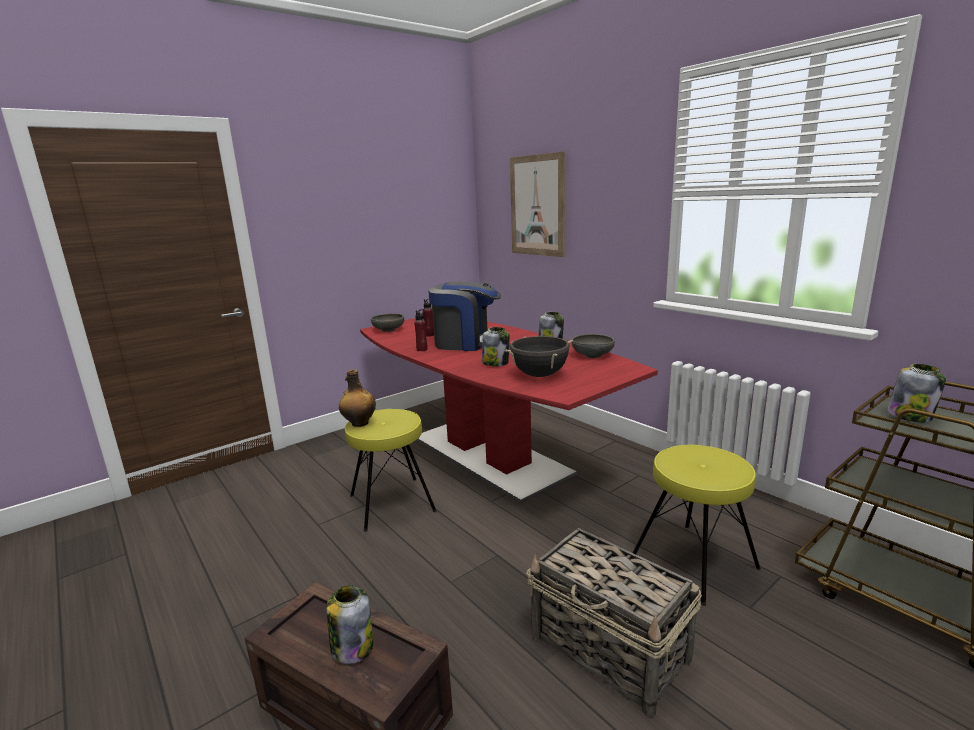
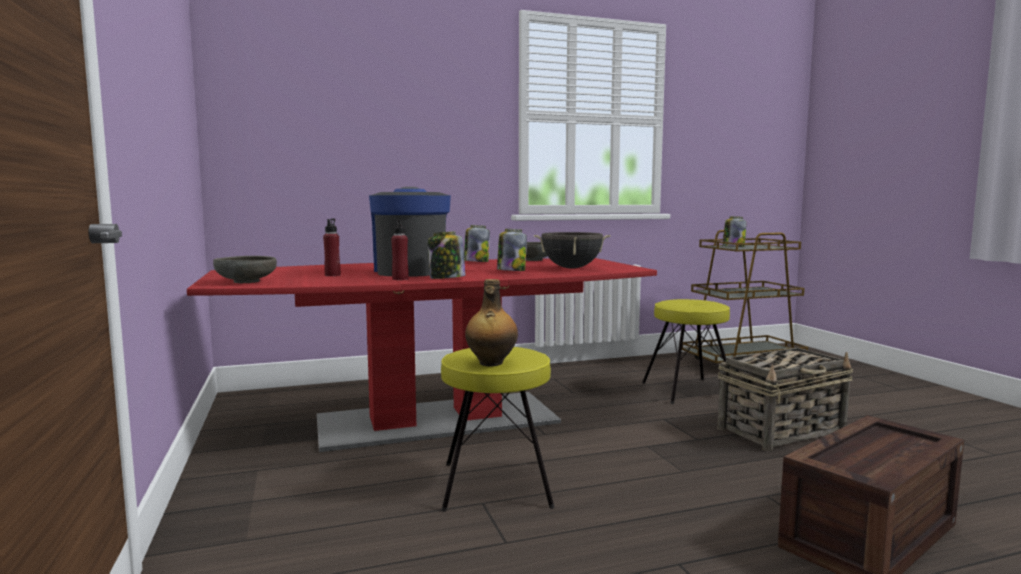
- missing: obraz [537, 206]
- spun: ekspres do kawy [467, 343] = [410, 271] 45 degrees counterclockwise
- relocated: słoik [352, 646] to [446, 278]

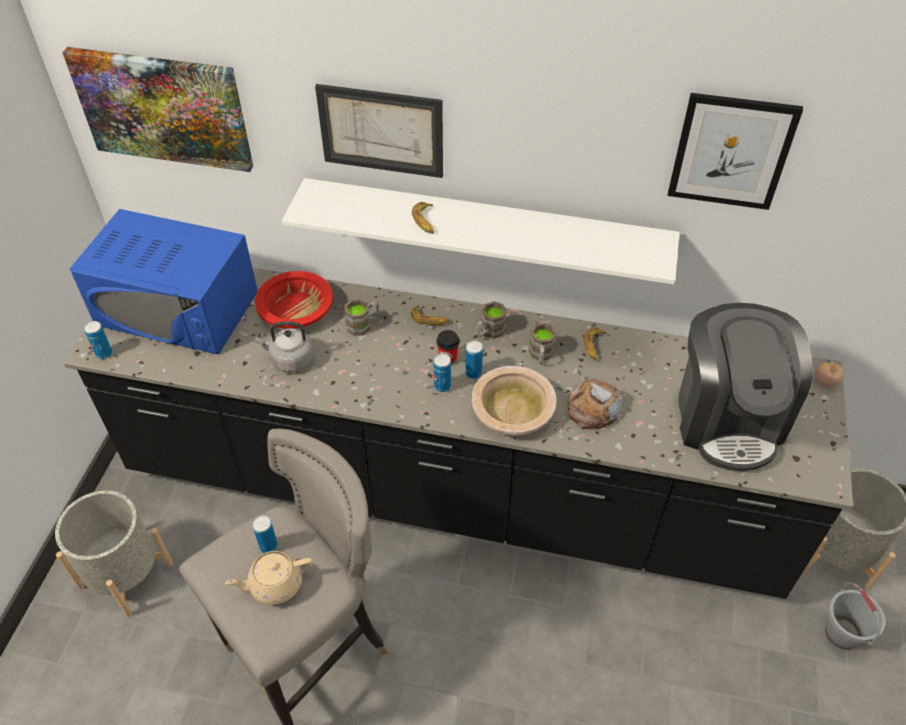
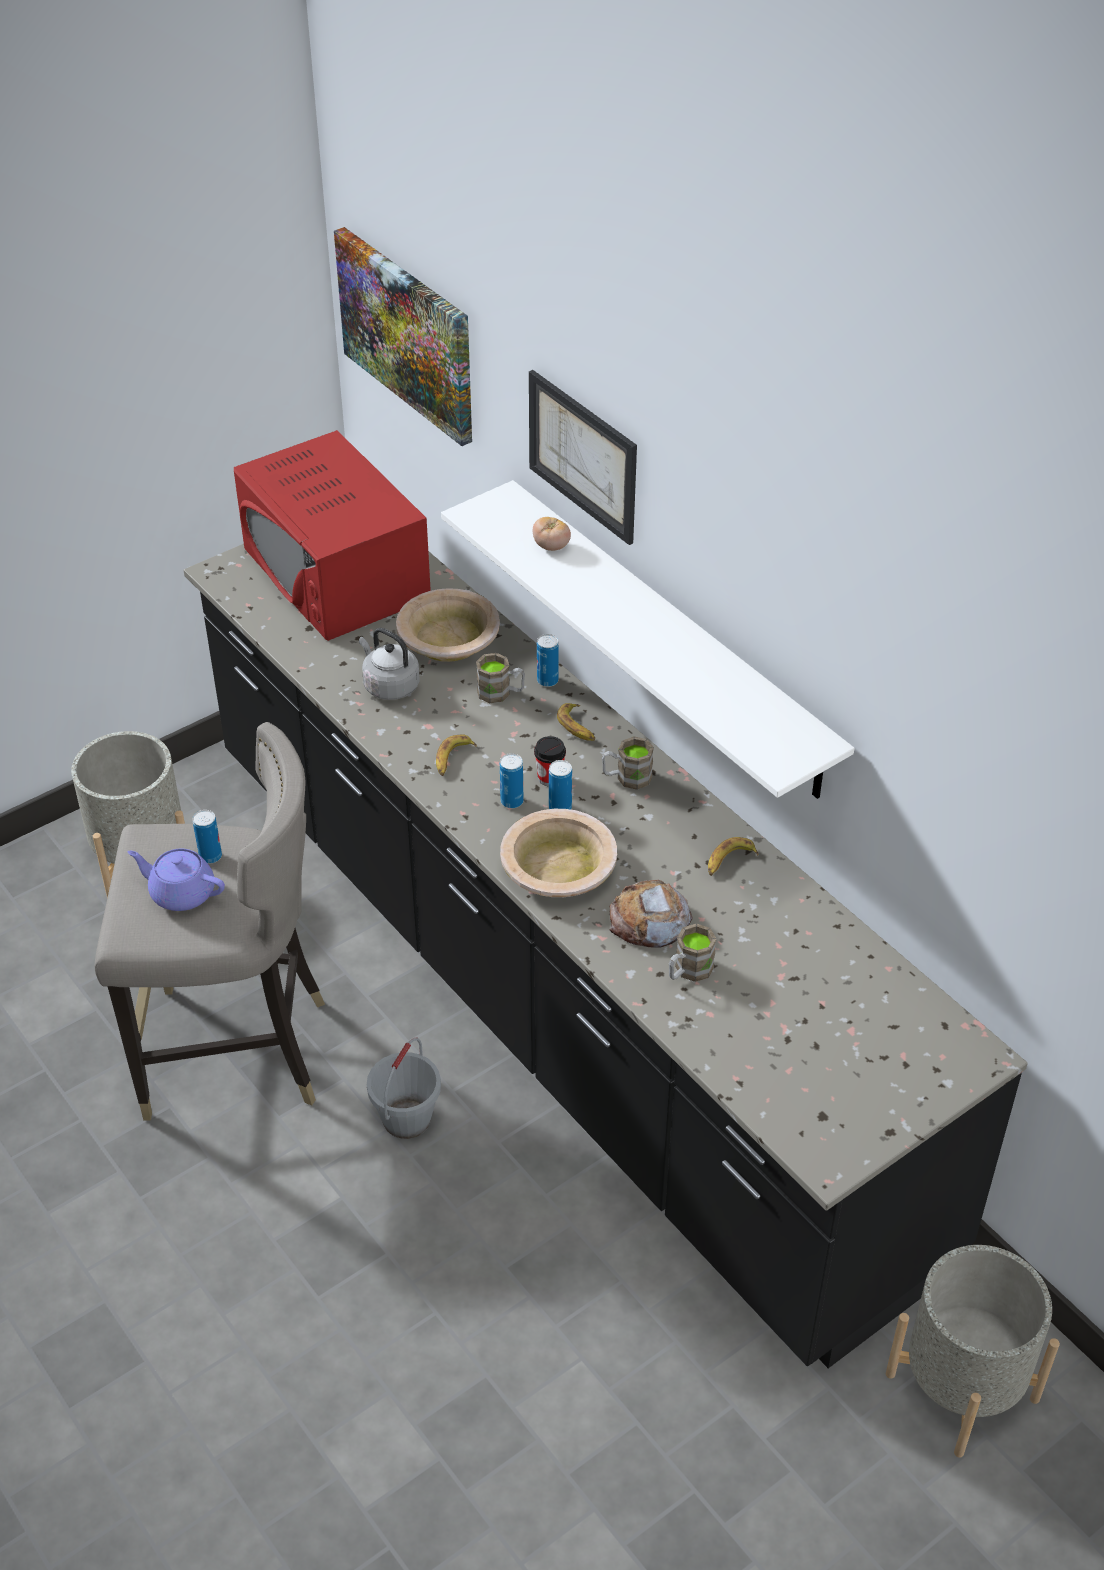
- missing: obraz [731, 151]
- relocated: banan [425, 221] to [452, 759]
- colour: mikrofalówka (niebieski) [177, 308] to mikrofalówka (czerwony) [336, 573]
- colour: miska (czerwony) [296, 310] to miska (beżowy) [448, 639]
- missing: ekspres do kawy [727, 418]
- relocated: puszka [104, 353] to [547, 680]
- relocated: kubek (brązowy) [541, 355] to [688, 971]
- relocated: pomidor [825, 382] to [551, 546]
- colour: imbryk (beżowy) [274, 584] to imbryk (fioletowy) [181, 893]
- relocated: wiadro (szary) [842, 633] to [406, 1118]

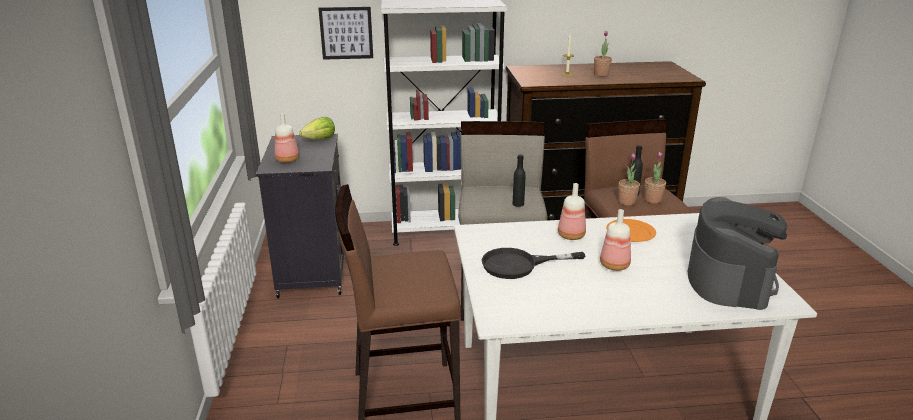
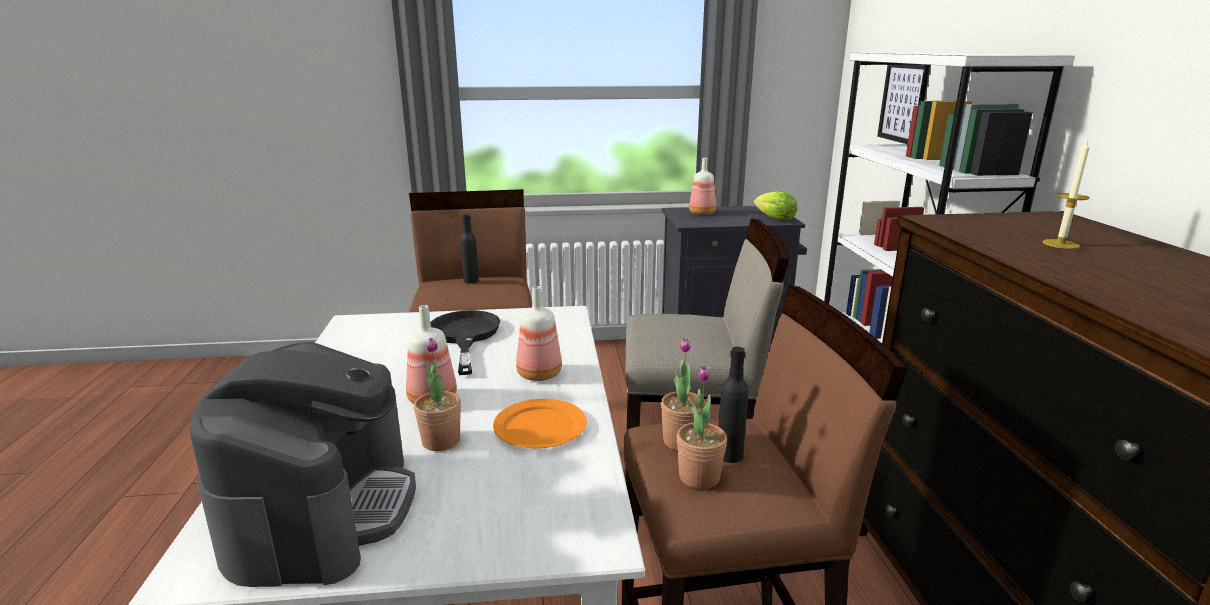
- relocated: roślina doniczkowa [601, 75] to [441, 441]
- relocated: butelka (czarny) [518, 204] to [471, 281]
- spun: ekspres do kawy [729, 280] = [322, 510] 105 degrees counterclockwise

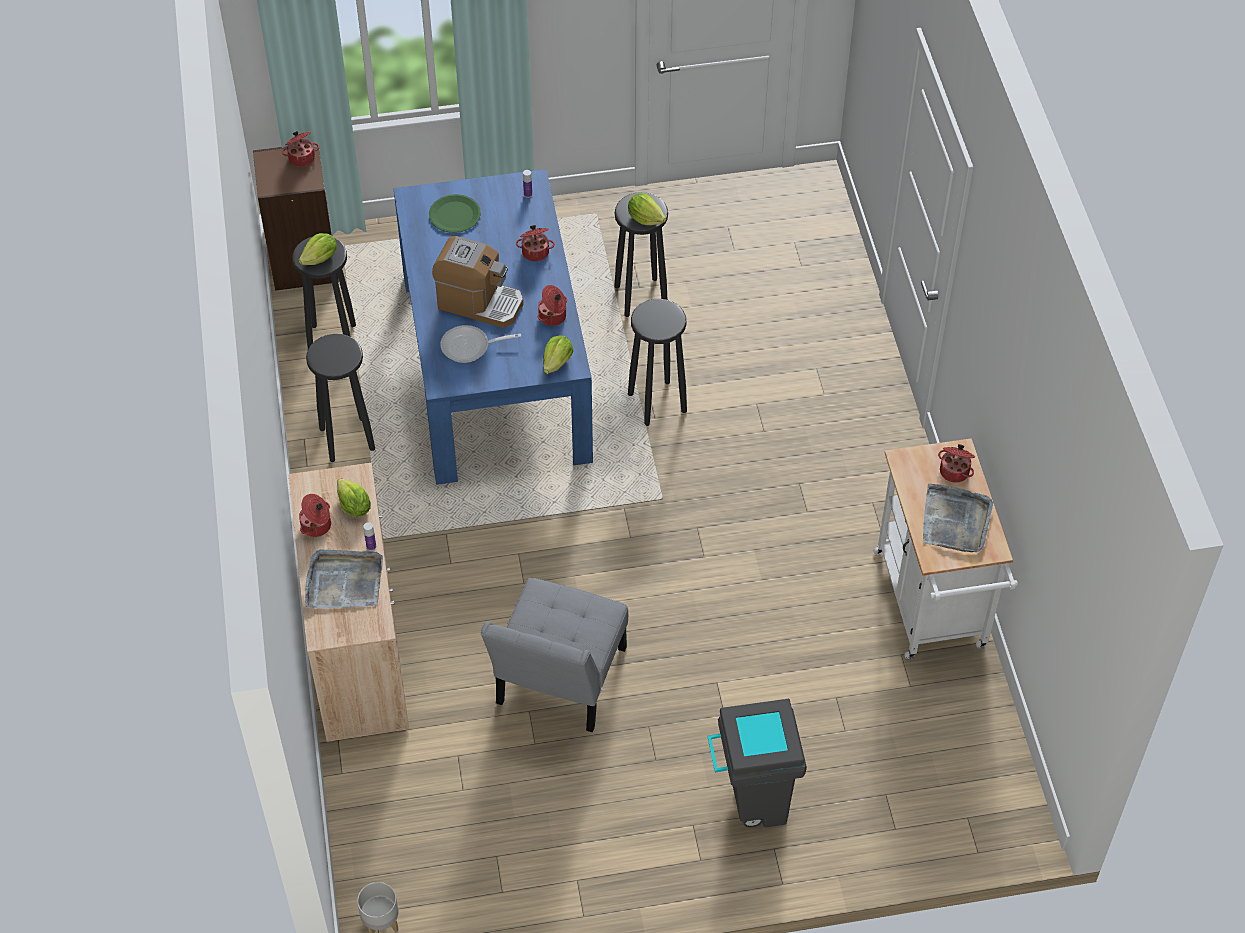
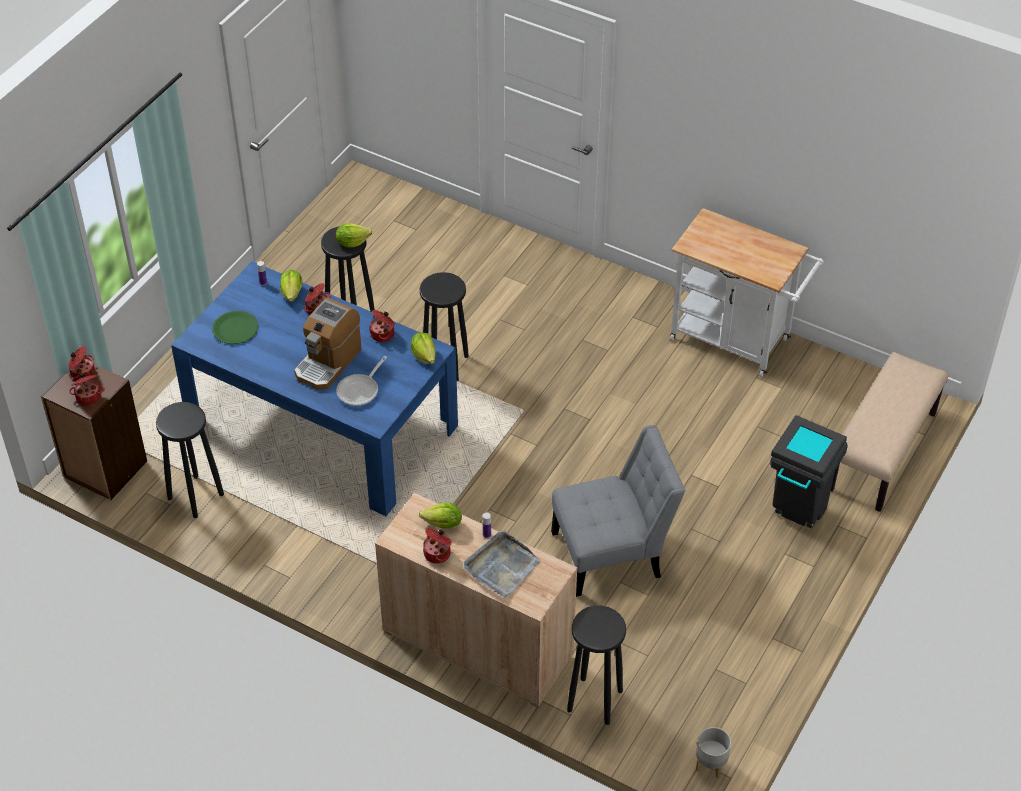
- relocated: sałata [320, 259] to [292, 293]
- spun: ekspres do kawy [480, 302] = [328, 362] 150 degrees clockwise
- relocated: stołek (czarny) [347, 438] to [594, 700]
- relocated: garnek [955, 471] to [88, 397]
- missing: taca (szary) [955, 521]
- spun: krzesło (szary) [558, 682] = [612, 553] 75 degrees counterclockwise
- appeared: ławka (beżowy) [883, 452]

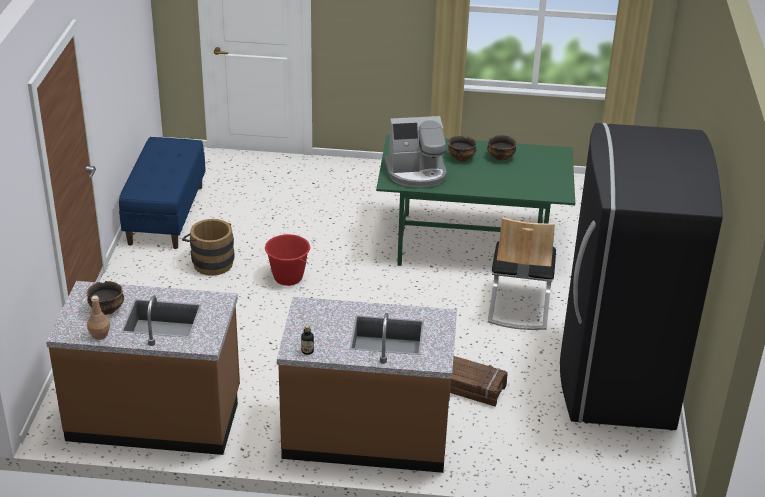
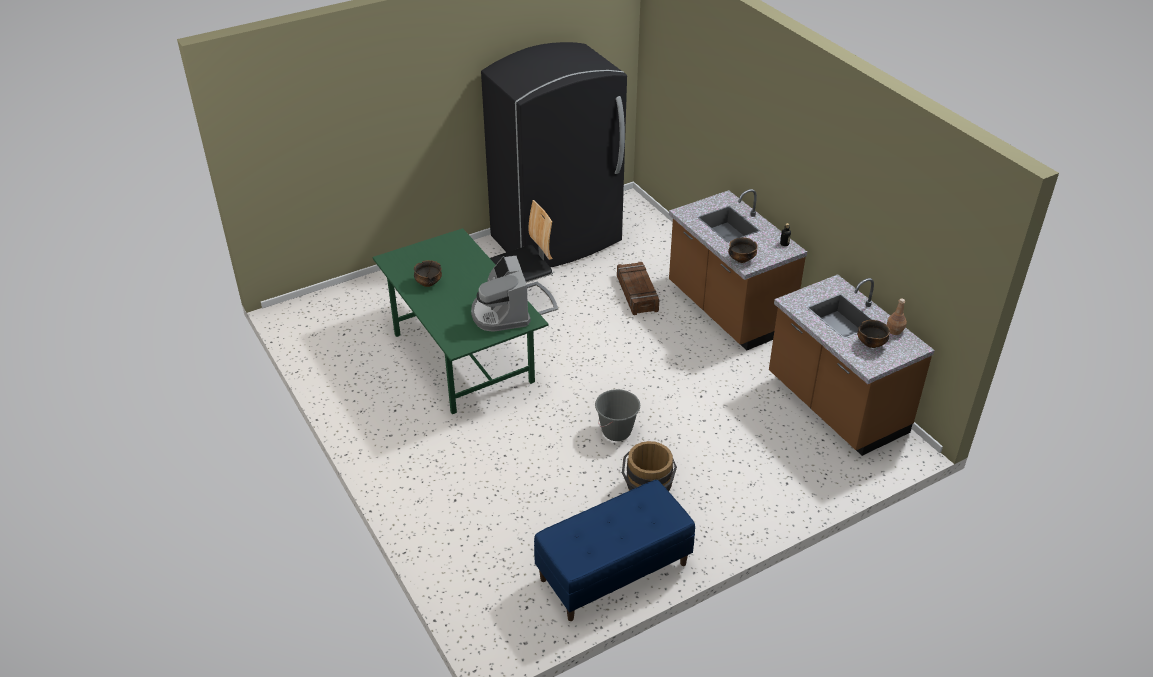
- spun: ekspres do kawy [416, 173] = [500, 314] 150 degrees counterclockwise
- relocated: miska [461, 158] to [741, 259]
- colour: wiadro (czerwony) [288, 277] to wiadro (szary) [617, 432]

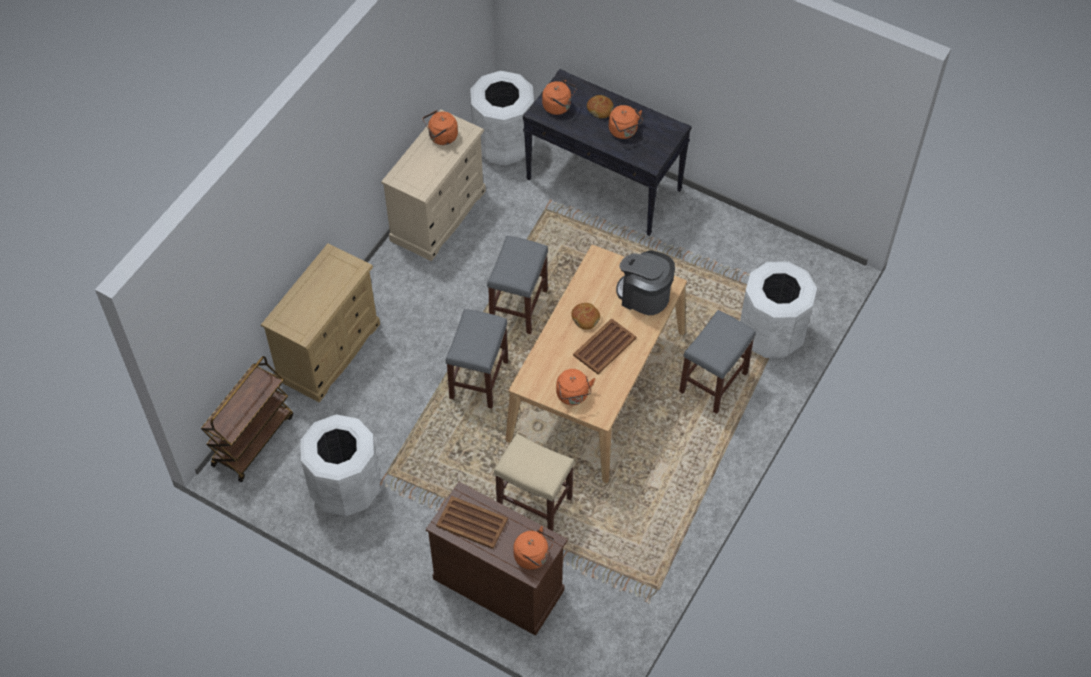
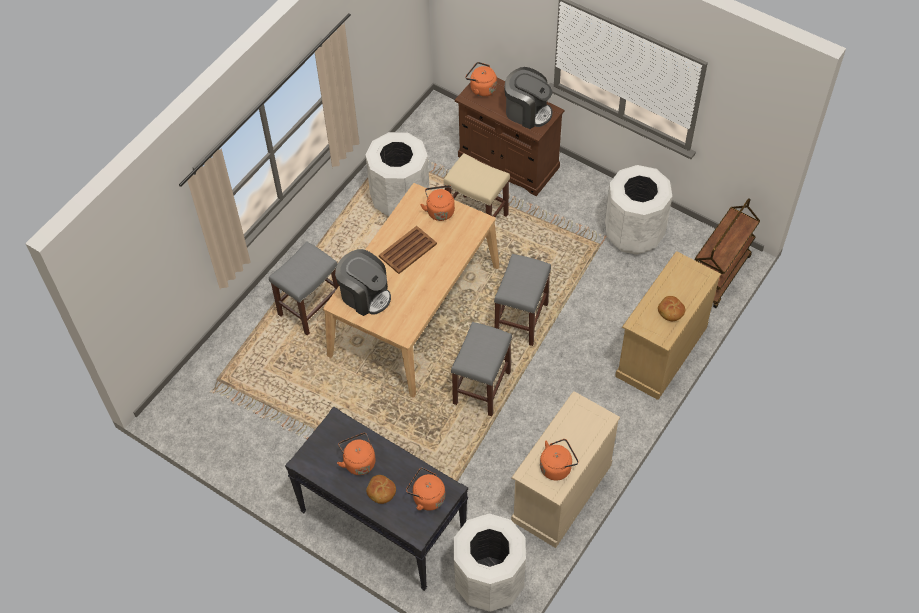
- relocated: kosz na śmieci (biały) [771, 335] to [400, 199]
- relocated: chleb [585, 318] to [670, 311]
- exchanged: taca (brązowy) [472, 523] to ekspres do kawy [527, 112]

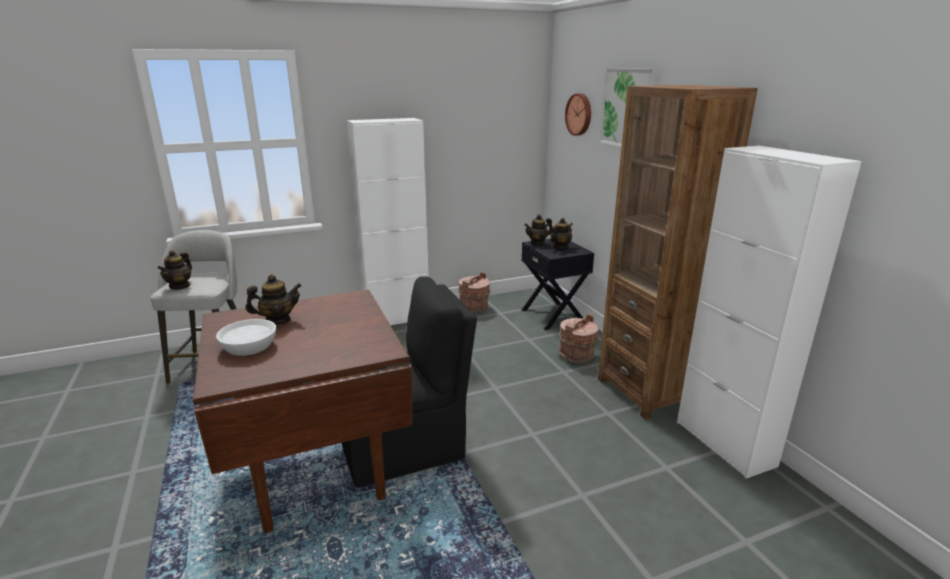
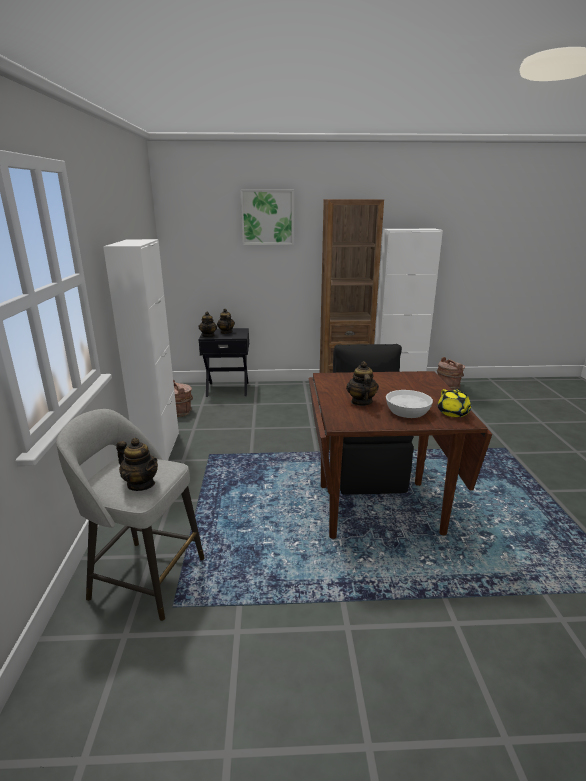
- missing: zegar ścienny [579, 114]
- relocated: wiadro (brązowy) [576, 356] to [448, 386]
- appeared: imbryk (żółty) [453, 413]

